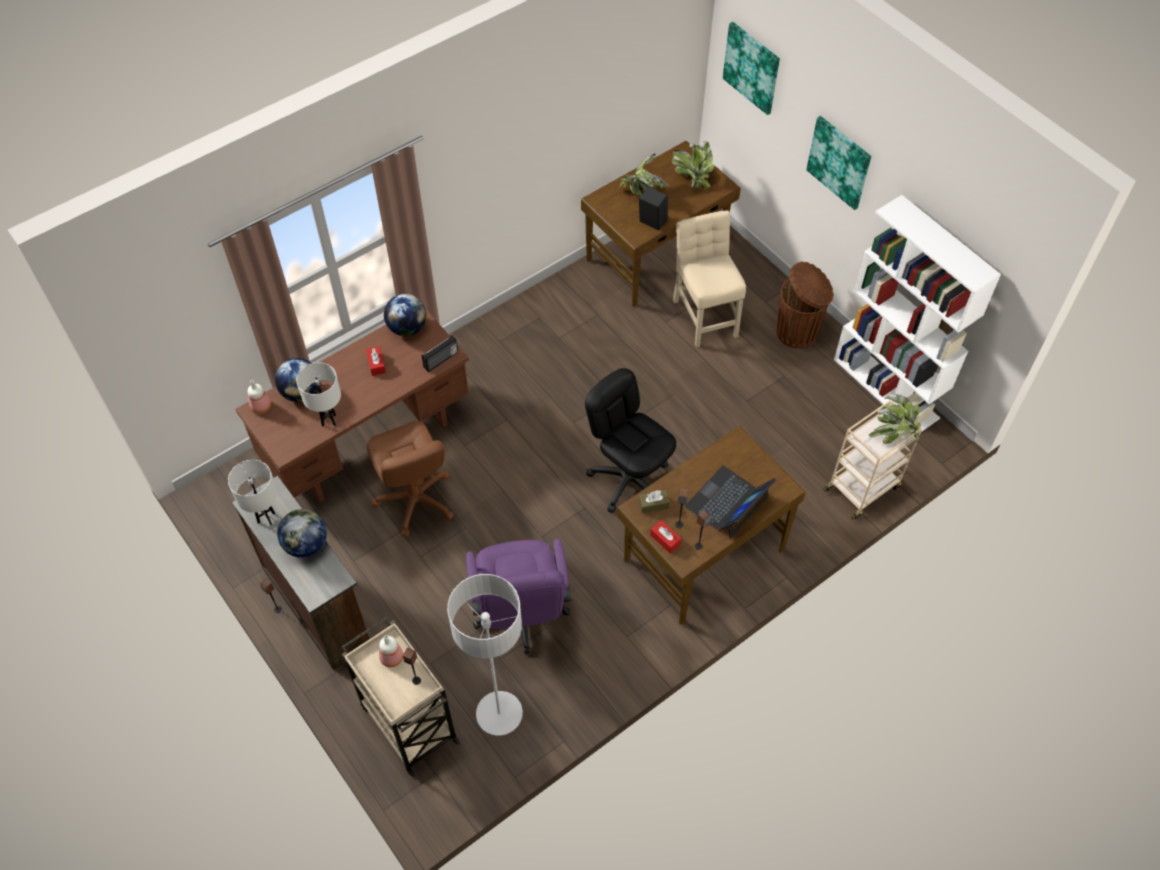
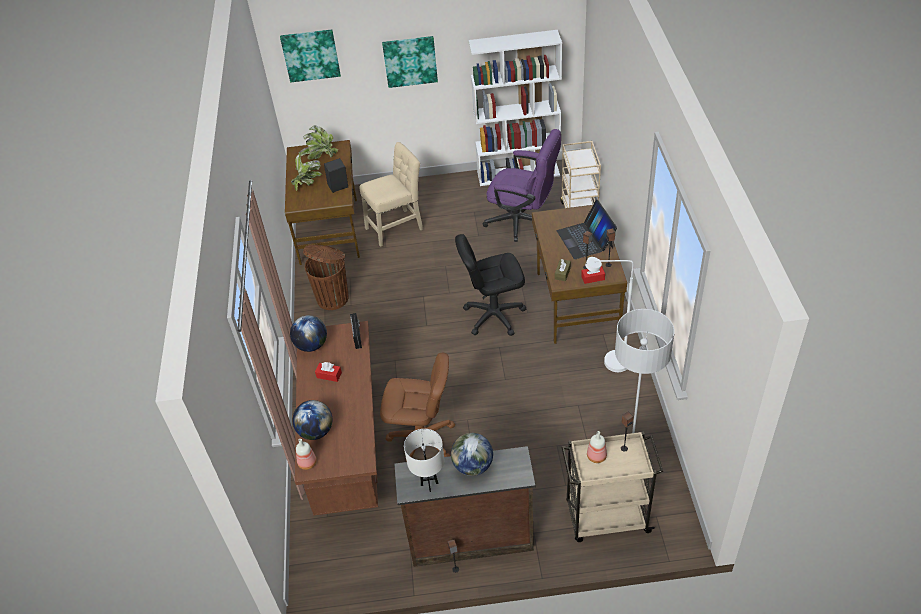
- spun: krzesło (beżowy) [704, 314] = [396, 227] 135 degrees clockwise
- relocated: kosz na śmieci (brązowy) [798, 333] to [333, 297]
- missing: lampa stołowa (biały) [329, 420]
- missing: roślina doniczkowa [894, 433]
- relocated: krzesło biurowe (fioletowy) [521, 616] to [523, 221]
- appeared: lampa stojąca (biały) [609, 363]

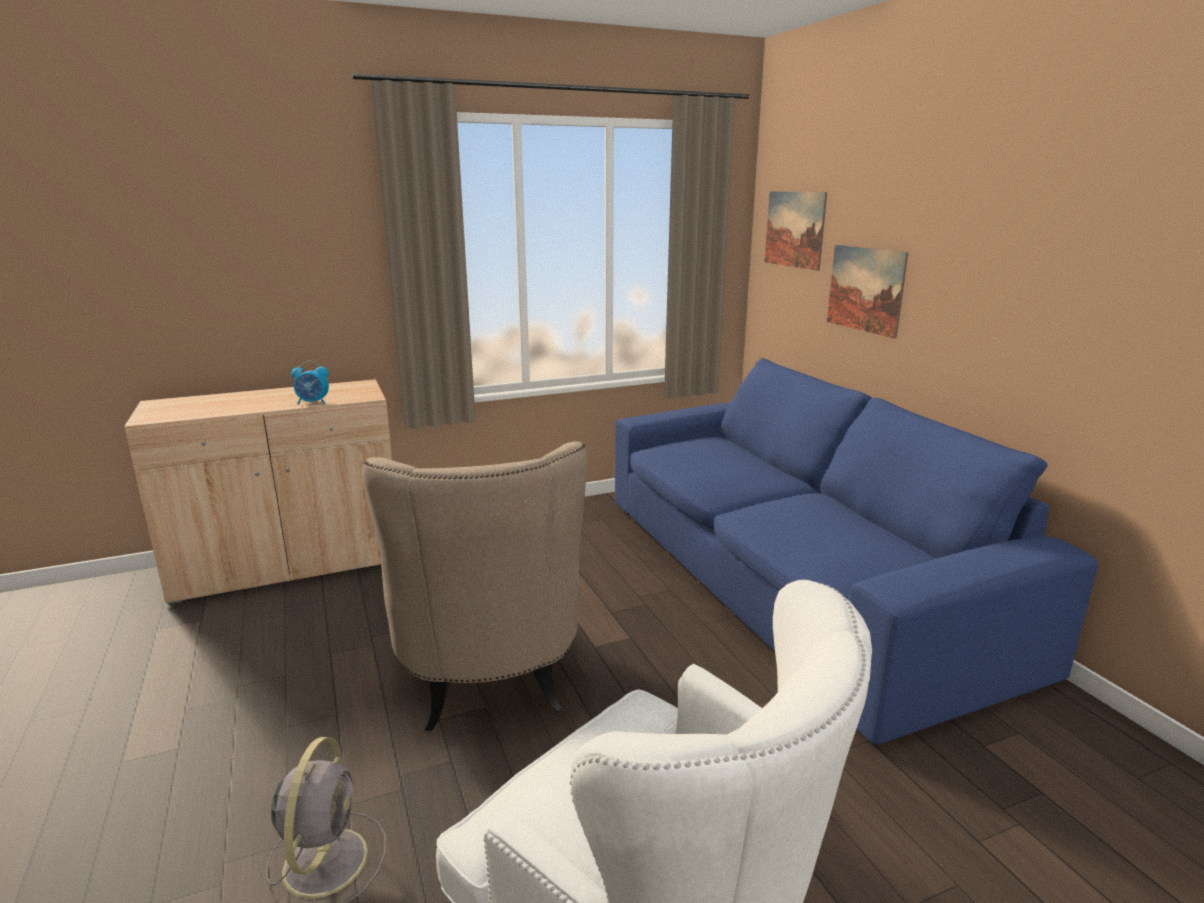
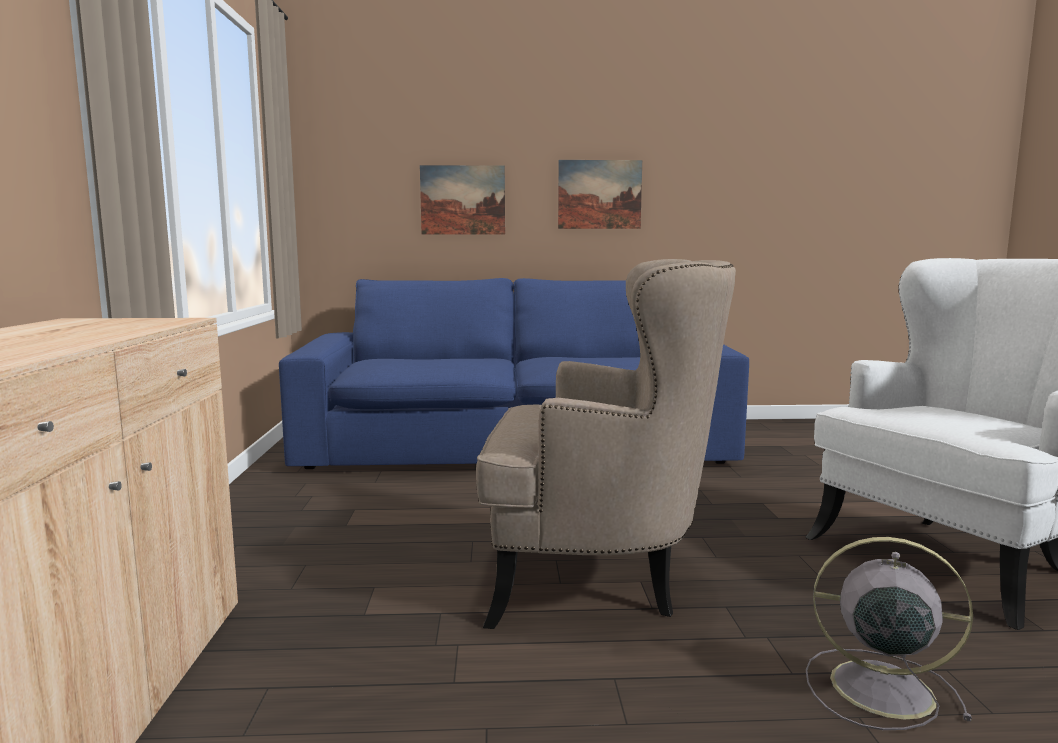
- relocated: obraz [794, 229] to [599, 194]
- missing: budzik [313, 403]

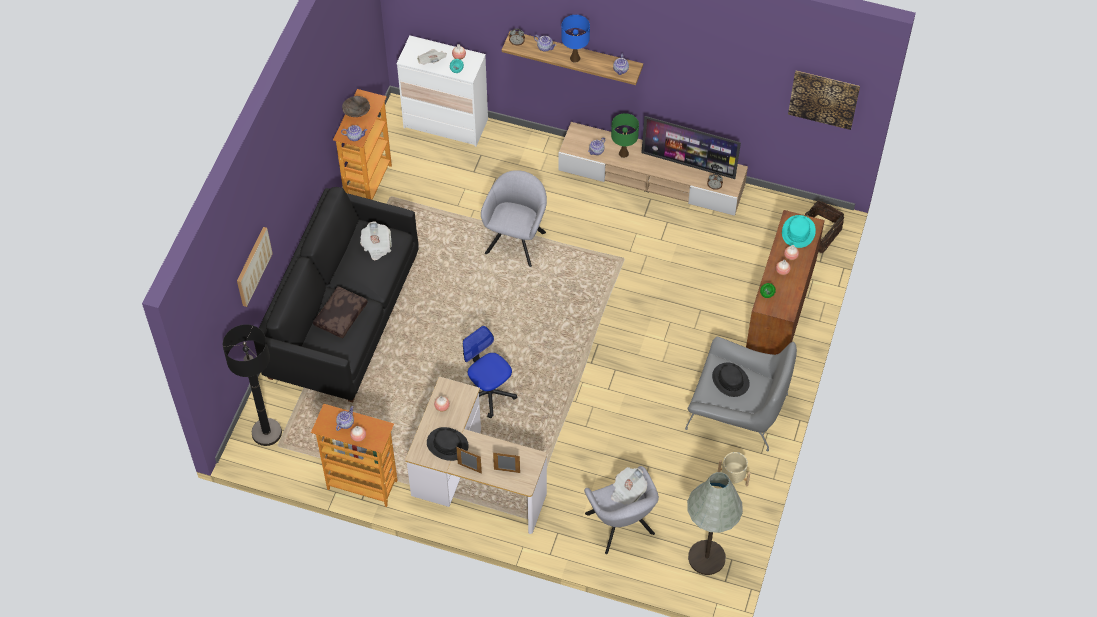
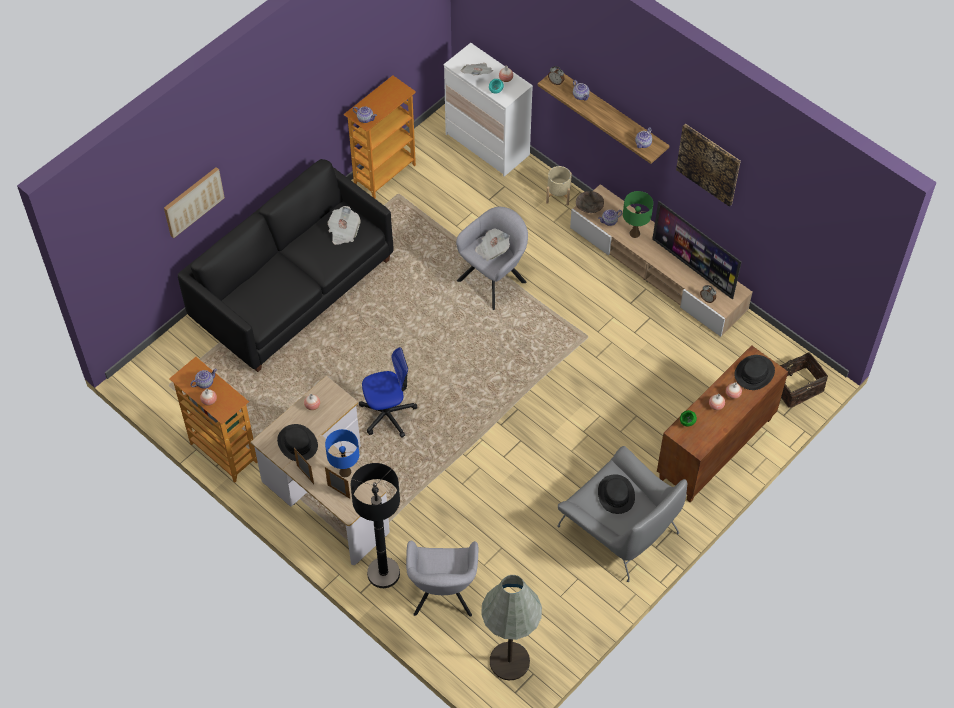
- relocated: lampa stołowa (niebieski) [575, 58] to [345, 472]
- relocated: obraz [824, 98] to [709, 164]
- relocated: miska (brązowy) [357, 112] to [589, 207]
- colour: kapelusz (turkusowy) [798, 232] to kapelusz (czarny) [754, 373]
- missing: poduszka (brązowy) [340, 315]
- relocated: lampa stojąca (czarny) [266, 432] to [383, 573]
- spun: krzesło biurowe [488, 393] = [387, 414] 90 degrees clockwise
- relocated: donica (beżowy) [732, 479] to [558, 195]
- relocated: gazeta [627, 491] to [492, 249]

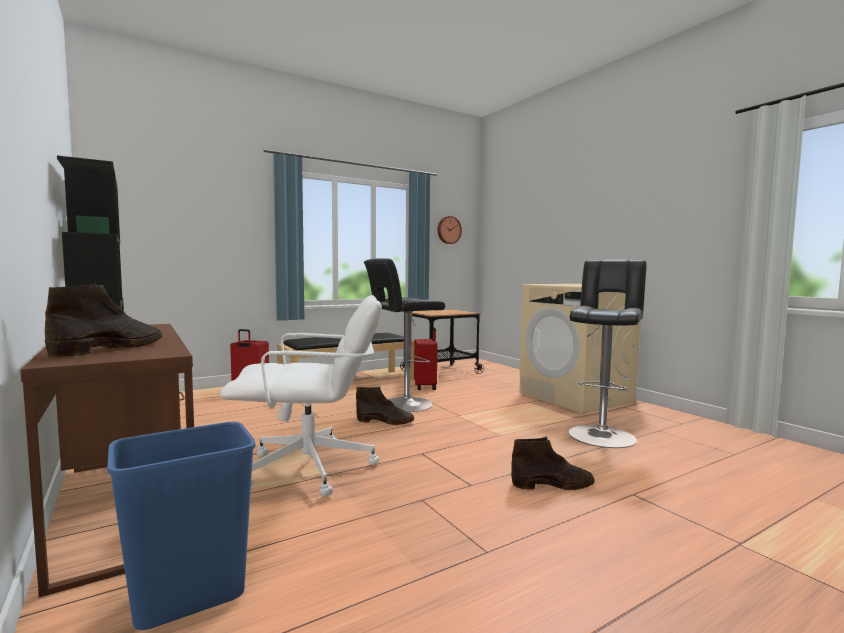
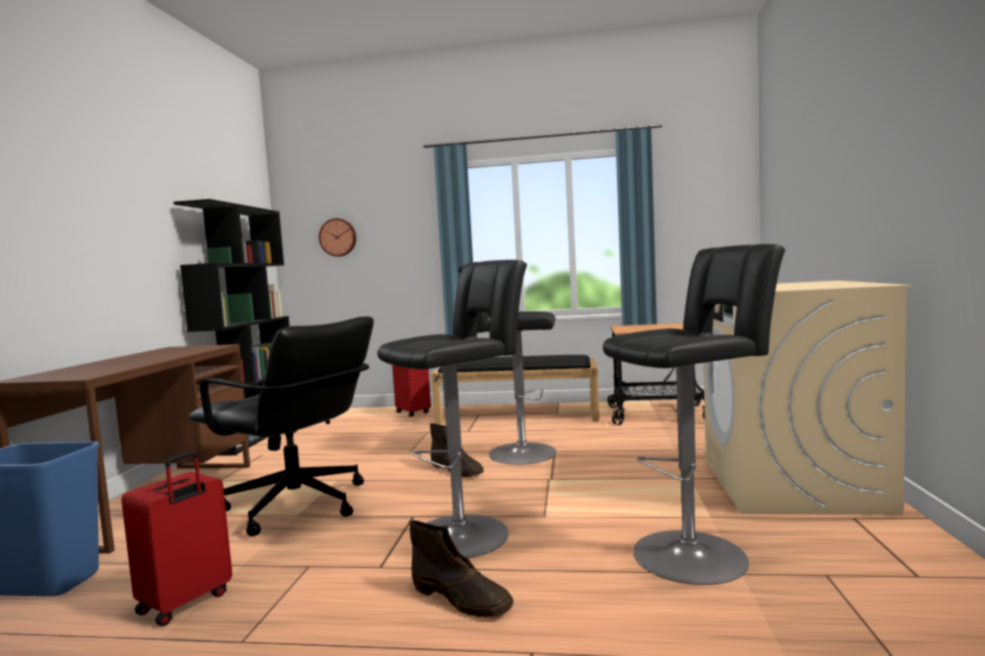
- relocated: zegar ścienny [448, 230] to [338, 237]
- missing: but z cholewką (brązowy) [110, 348]
- colour: krzesło biurowe (biały) [311, 469] to krzesło biurowe (czarny) [296, 506]
- relocated: walizka (czerwony) [426, 387] to [186, 603]
- appeared: stołek (czarny) [466, 533]

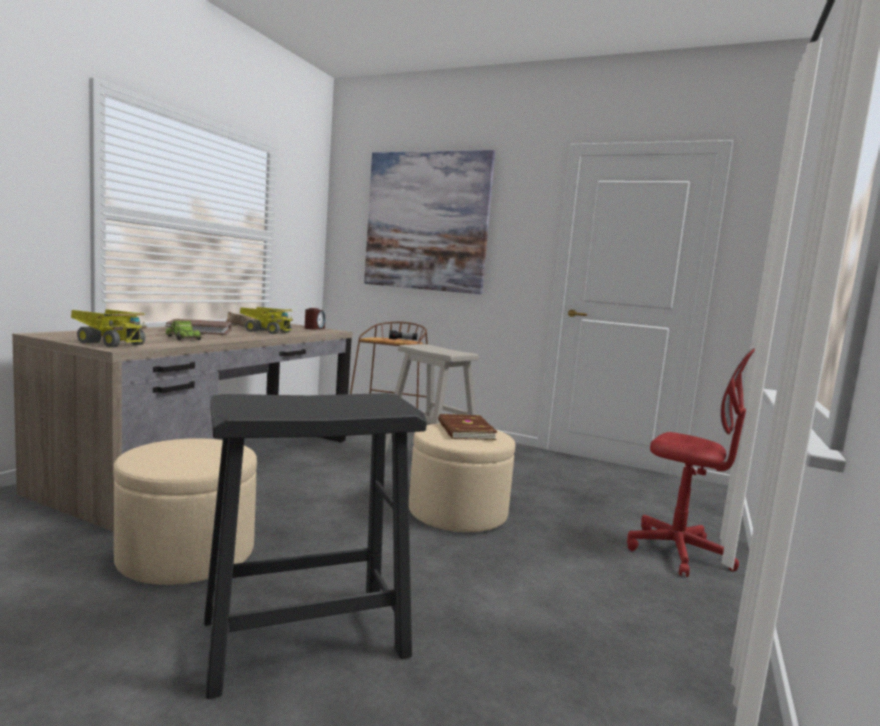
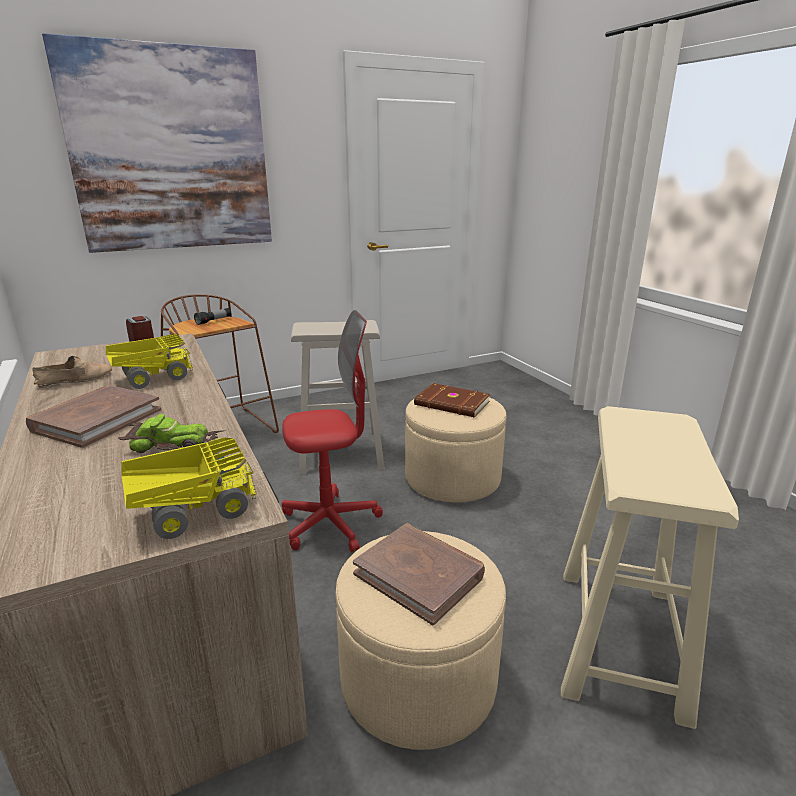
- relocated: krzesło biurowe (czerwony) [678, 552] to [330, 524]
- colour: stołek (czarny) [303, 637] to stołek (beżowy) [619, 641]
- appeared: książka (brązowy) [419, 574]

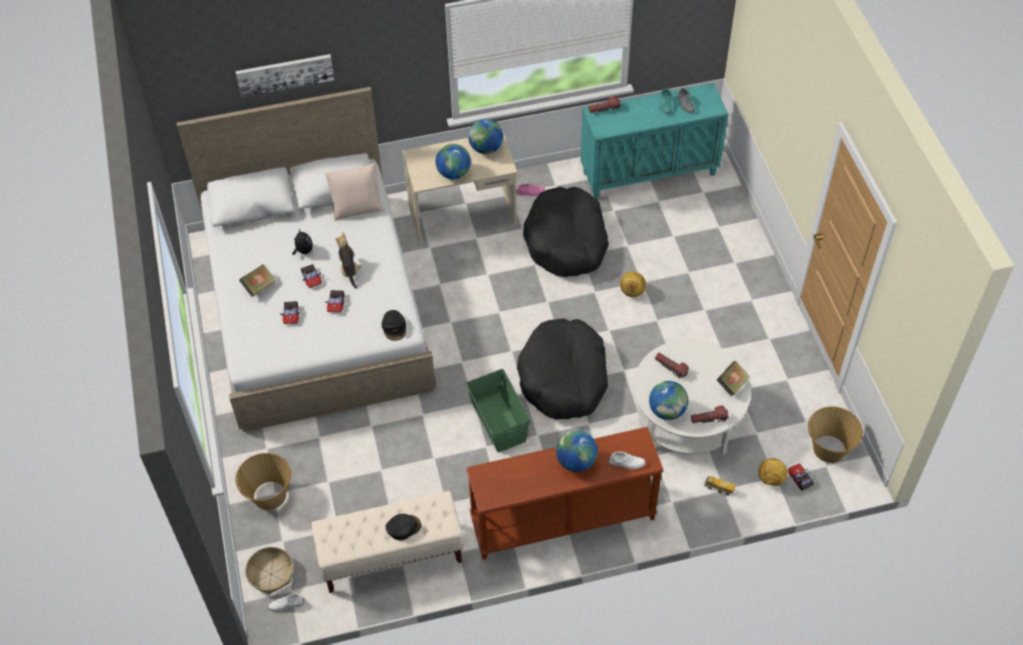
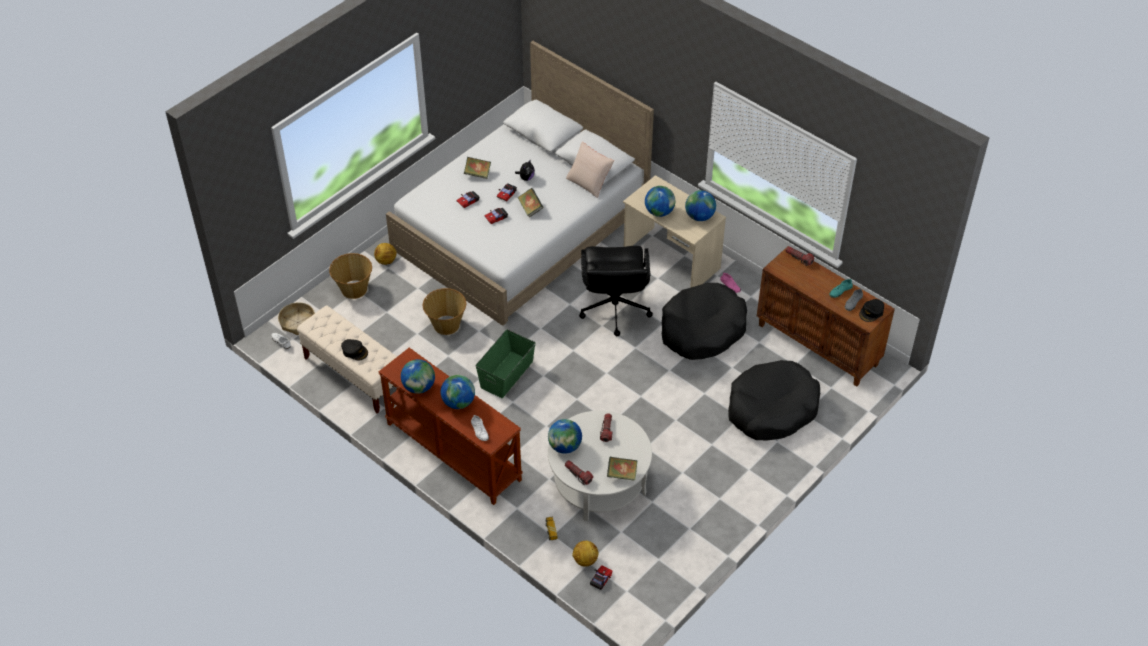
- missing: obraz [285, 74]
- colour: szafka (turkusowy) [649, 172] to szafka (brązowy) [818, 345]
- exchanged: pluszak [349, 270] to książka [530, 208]
- relocated: piłka futbolowa [631, 291] to [386, 261]
- relocated: czapka z daszkiem (czarny) [394, 327] to [871, 312]
- relocated: legowisko (czarny) [563, 378] to [771, 409]
- relocated: koszyk [828, 449] to [446, 324]
- appeared: krzesło biurowe (czarny) [614, 309]
- appeared: globus [419, 387]

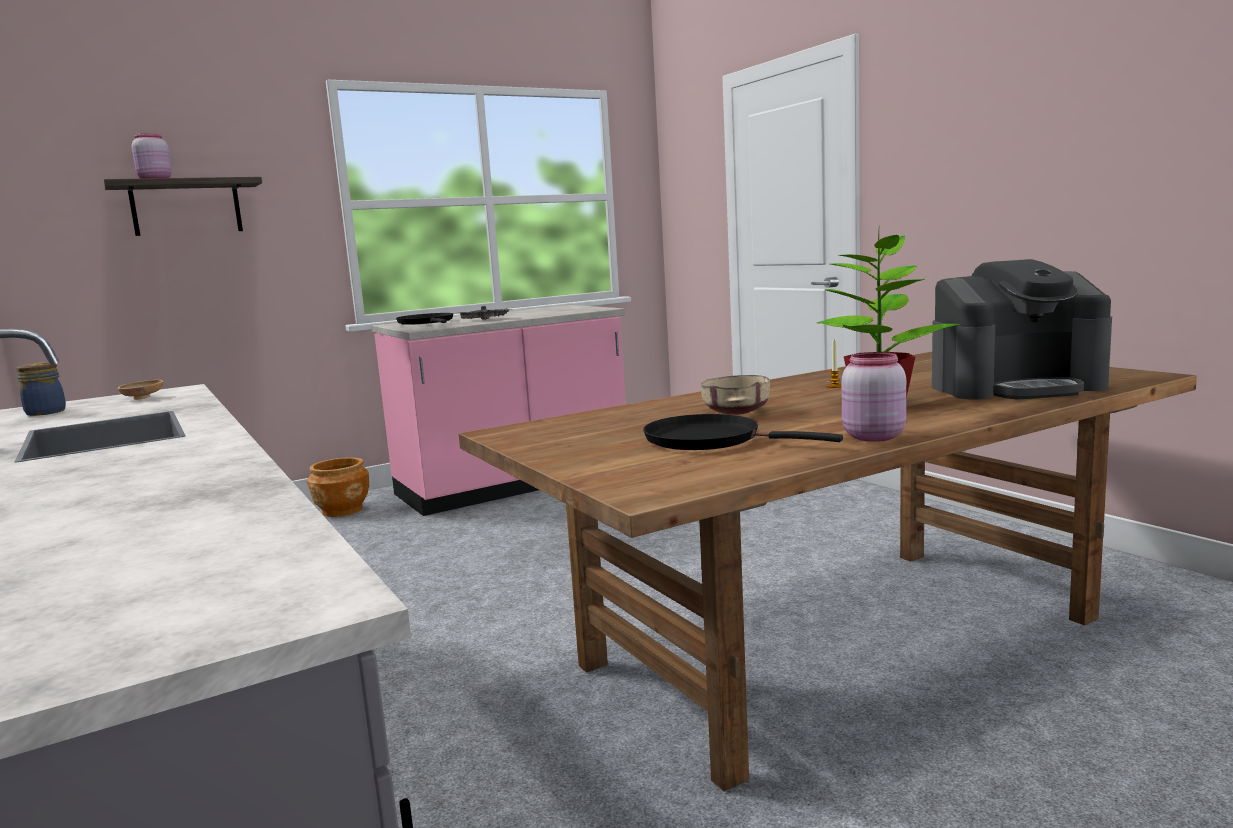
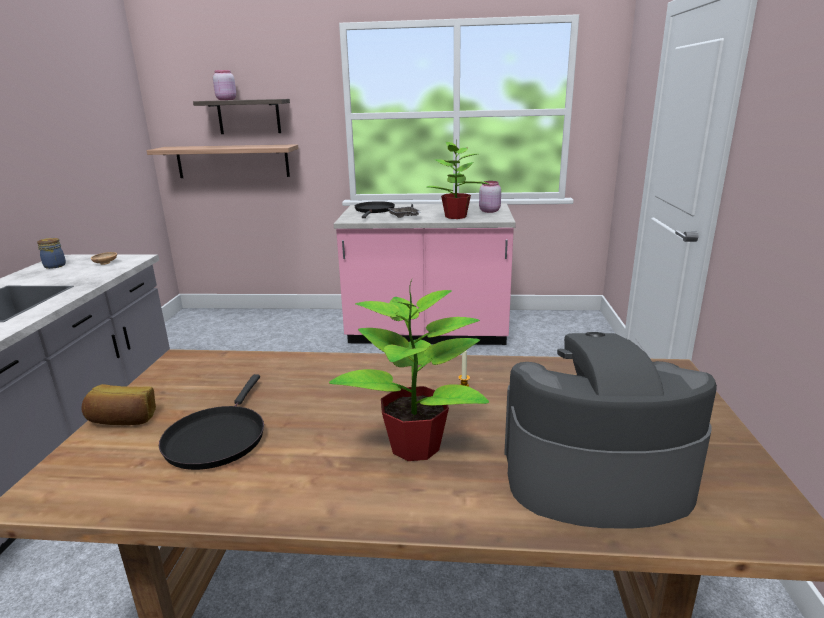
- spun: ekspres do kawy [1016, 386] = [594, 475] 150 degrees clockwise
- relocated: słoik (różowy) [871, 436] to [489, 211]
- missing: miska (beżowy) [736, 412]
- spun: patelnia (czarny) [710, 440] = [217, 438] 150 degrees counterclockwise
- missing: donica (brązowy) [342, 510]
- appeared: roślina doniczkowa [455, 217]
- appeared: półka [232, 161]
- appeared: chleb [123, 420]

